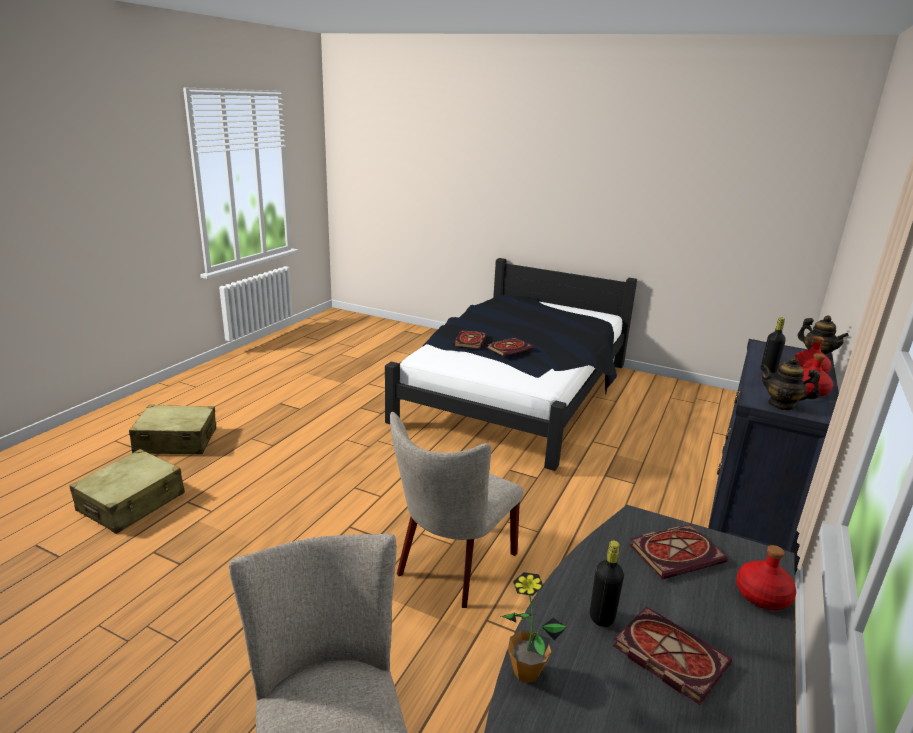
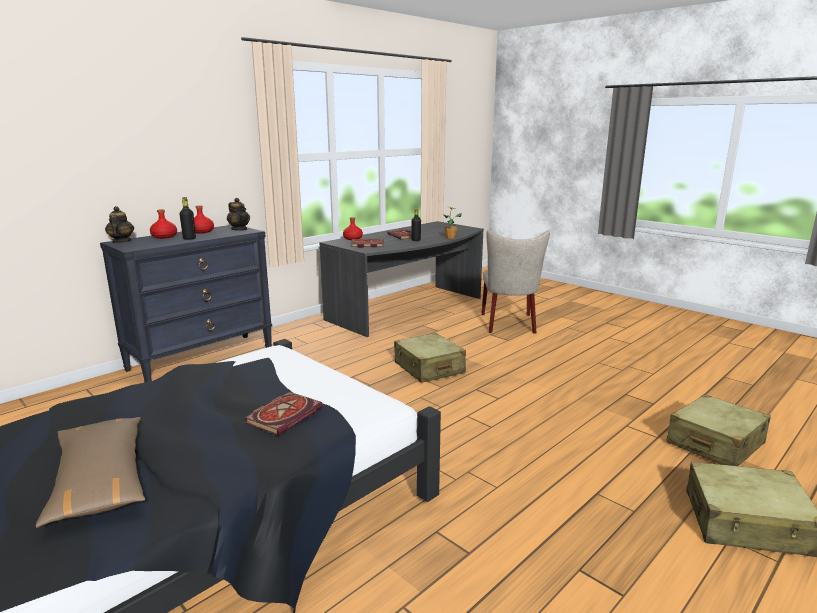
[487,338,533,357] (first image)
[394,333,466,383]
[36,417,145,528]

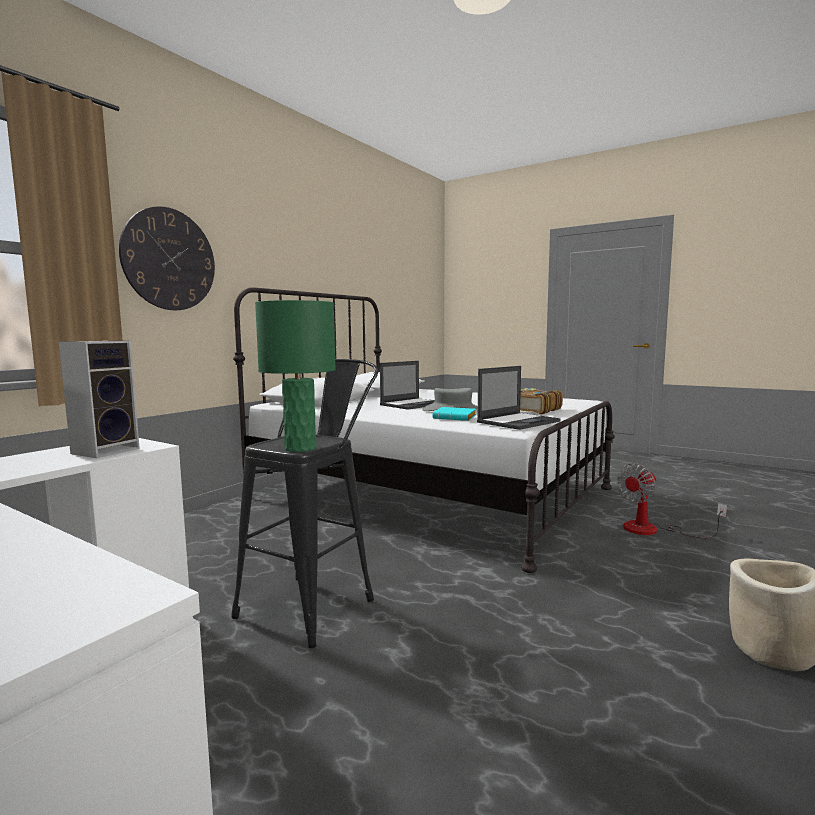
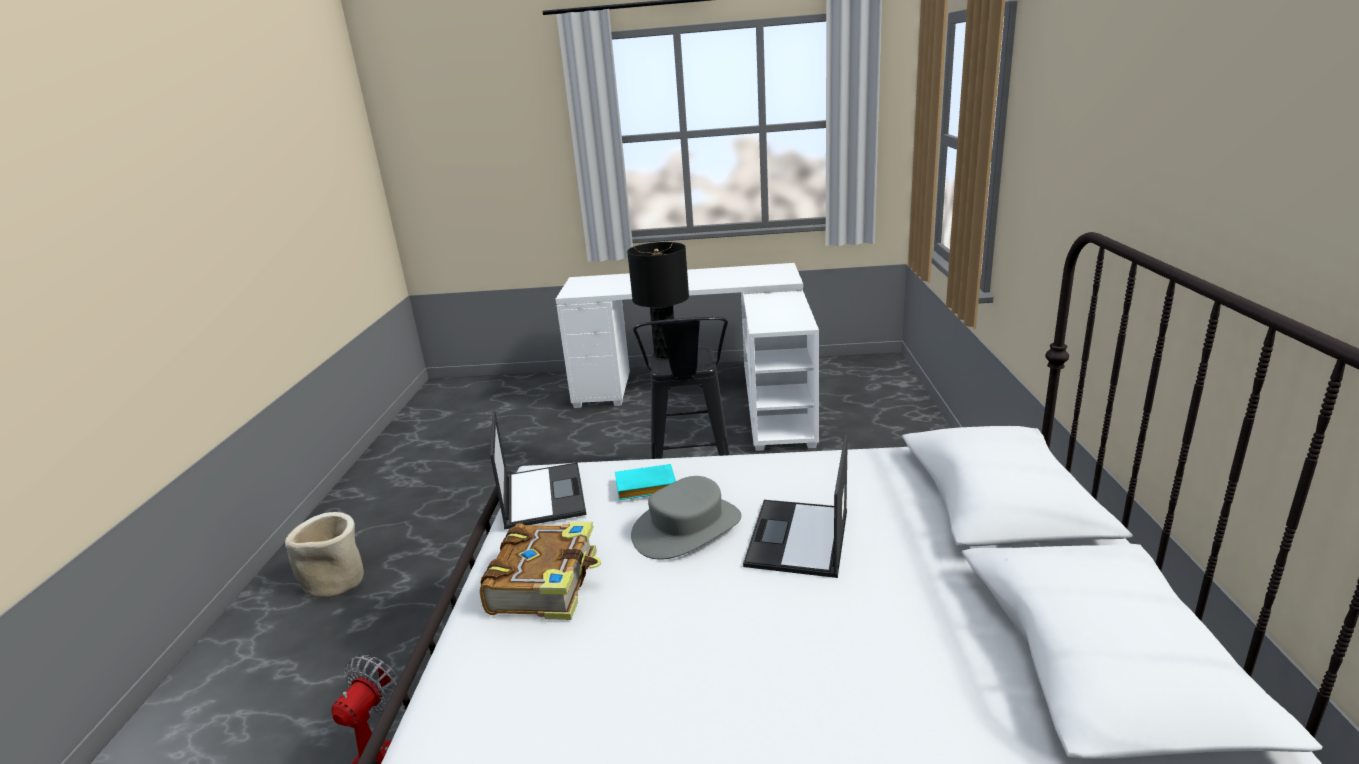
[119,206,215,310] (first image)
[627,242,689,358]
[59,341,140,458] (first image)
[490,410,587,530]

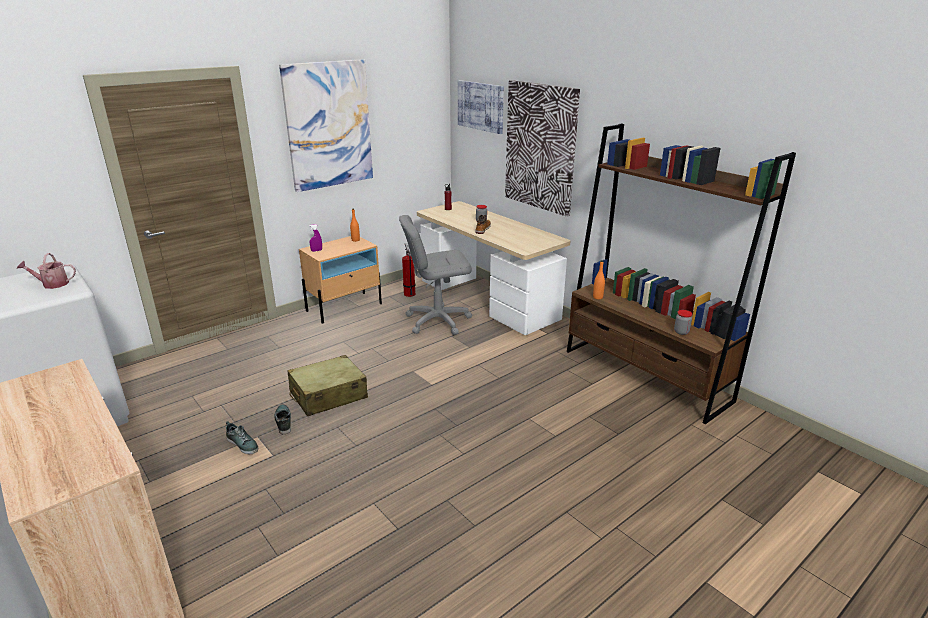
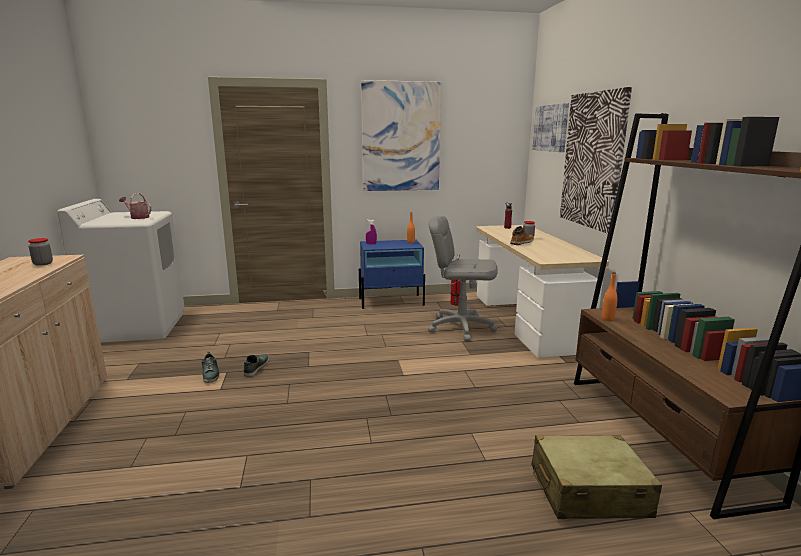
[359,240,425,309]
[28,238,53,266]
[532,435,662,519]

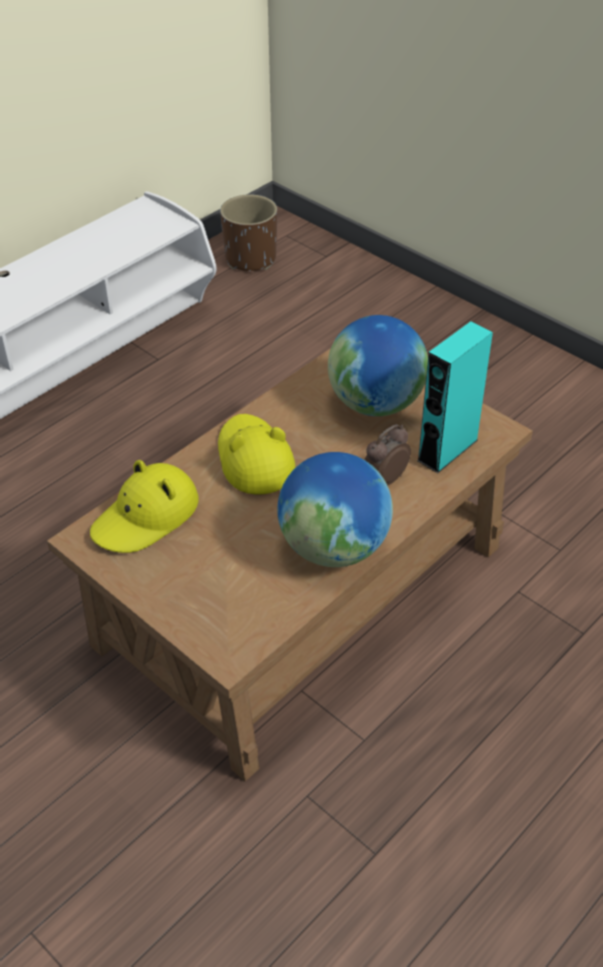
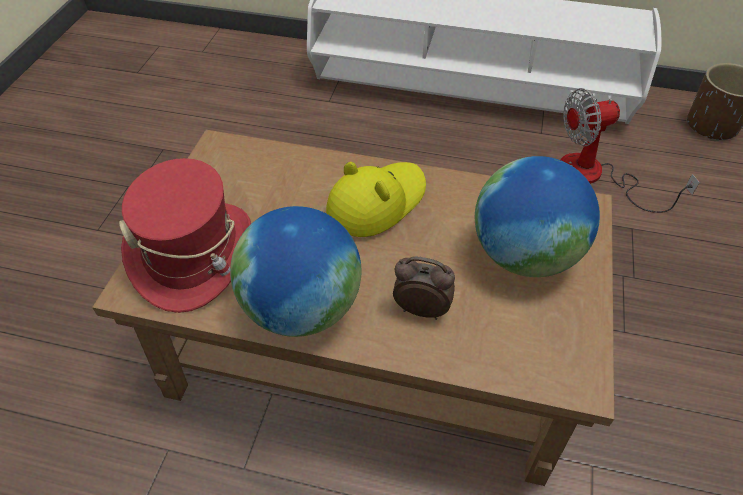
[417,321,493,473] (first image)
[90,460,198,553] (first image)
[561,88,700,213]
[119,158,251,313]

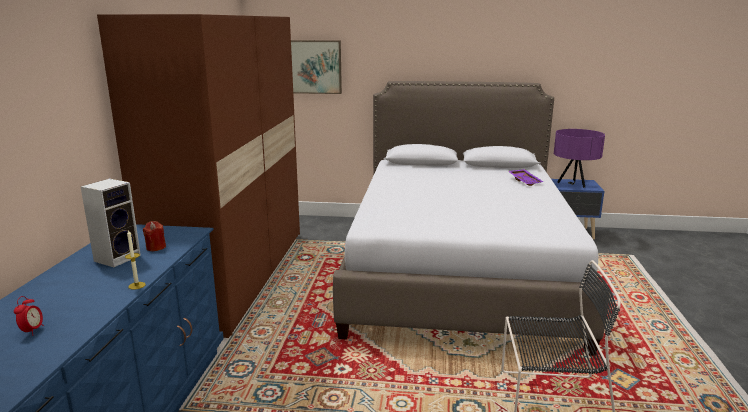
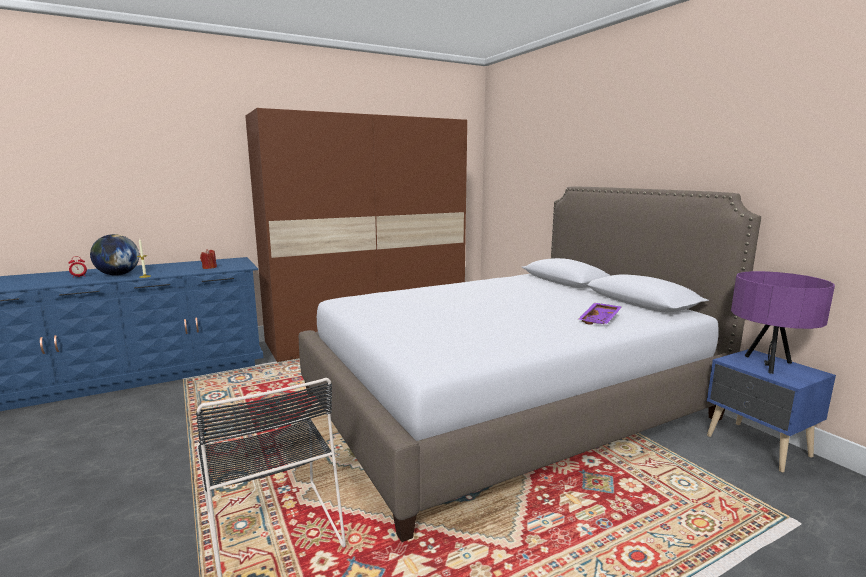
[291,40,342,94] (first image)
[80,179,141,267] (first image)
[90,234,139,276]

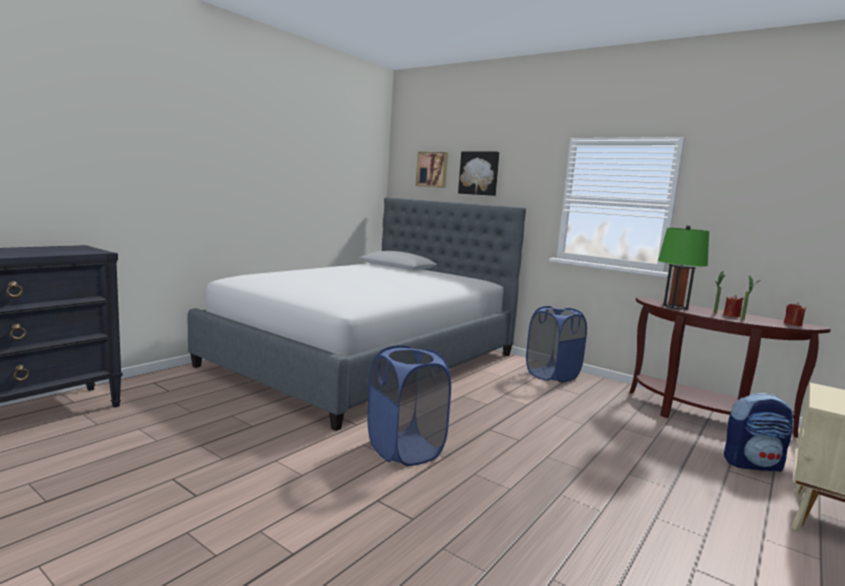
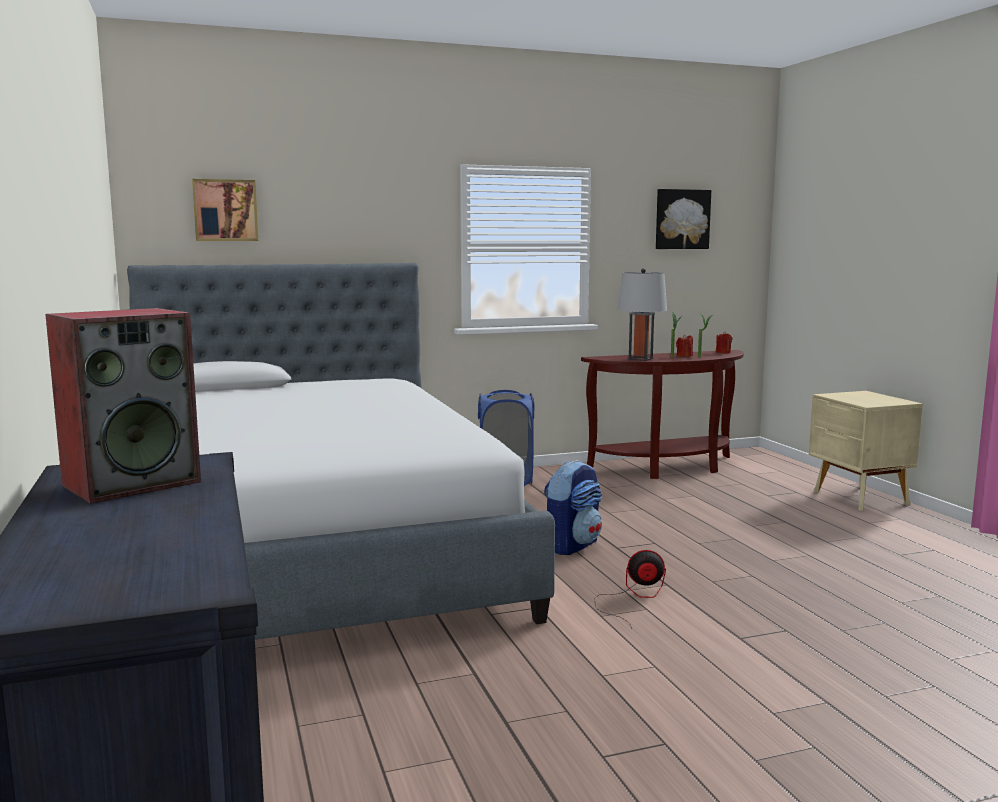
[656,189,711,249]
[617,268,667,361]
[594,550,666,630]
[544,460,602,555]
[45,308,201,504]

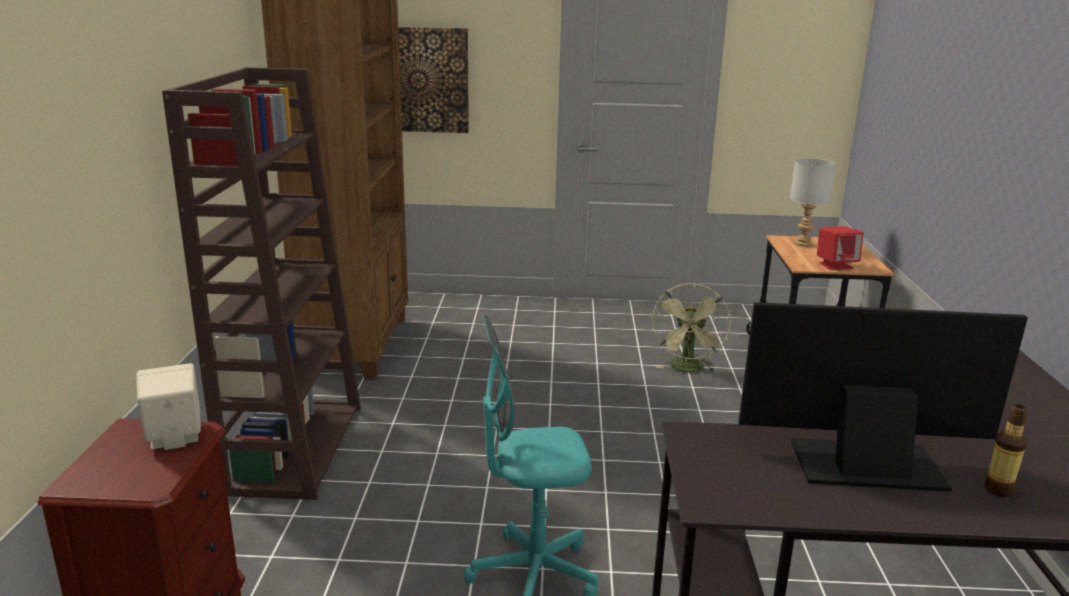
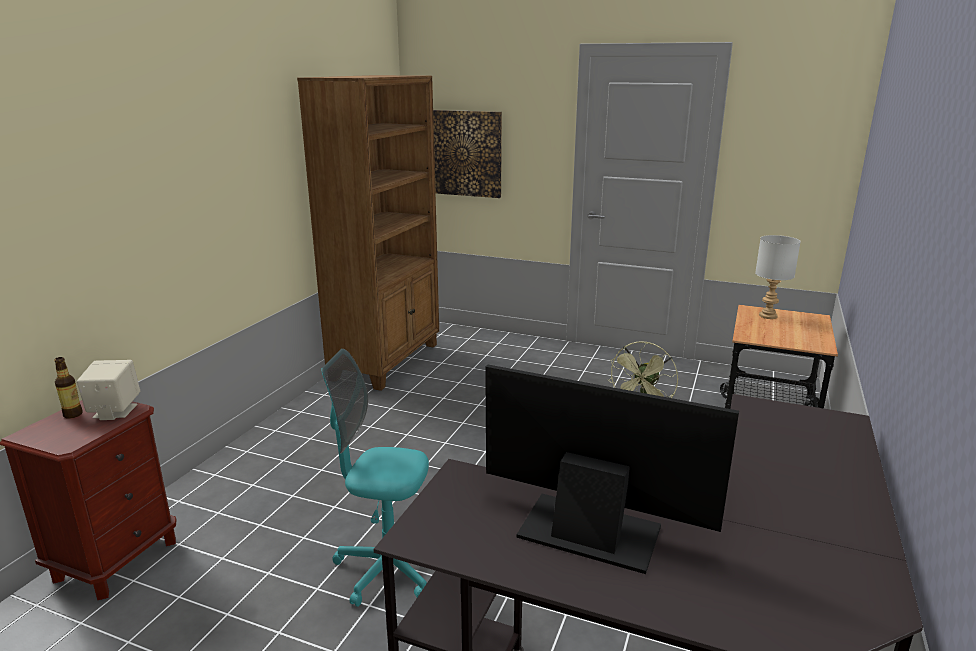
[162,67,361,500] (first image)
[817,226,864,270] (first image)
[54,357,83,418]

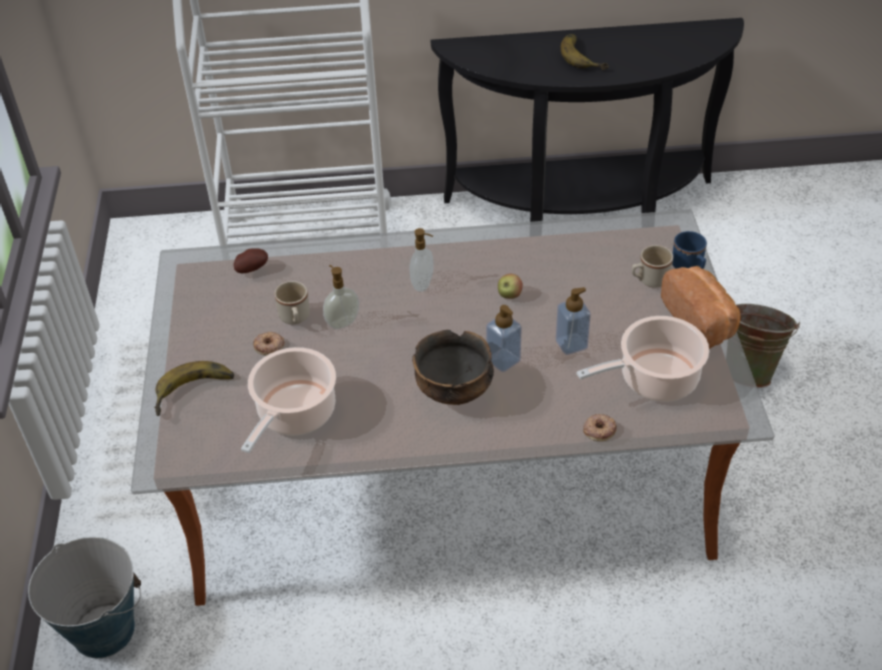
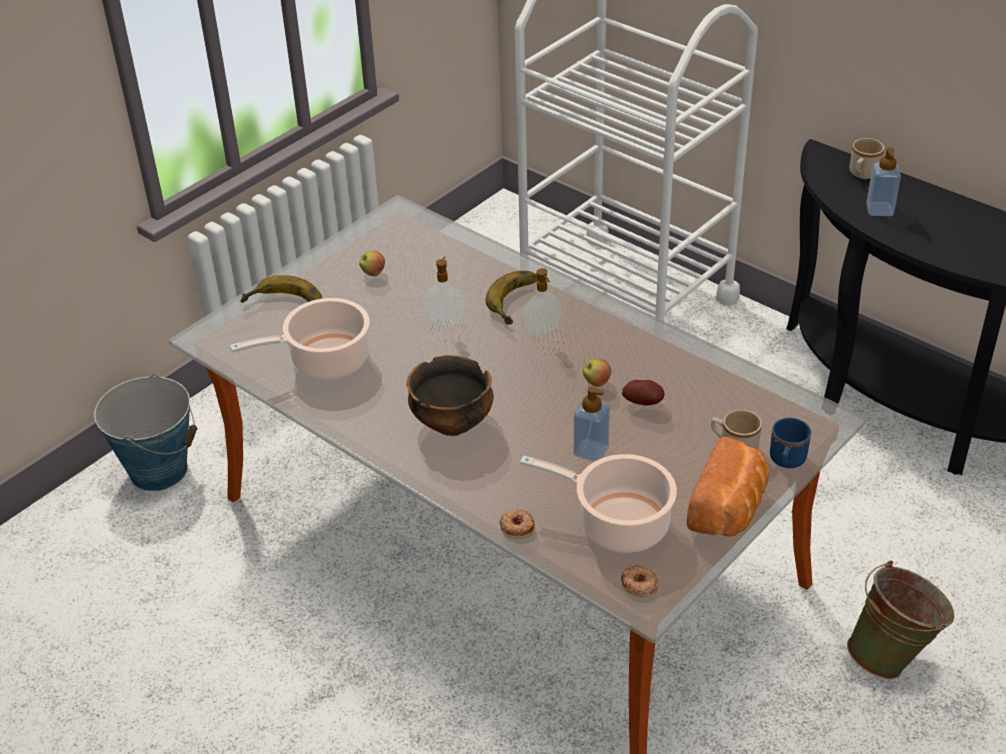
[486,271,538,325]
[622,380,664,406]
[850,138,884,179]
[866,147,901,216]
[621,565,658,597]
[359,251,385,276]

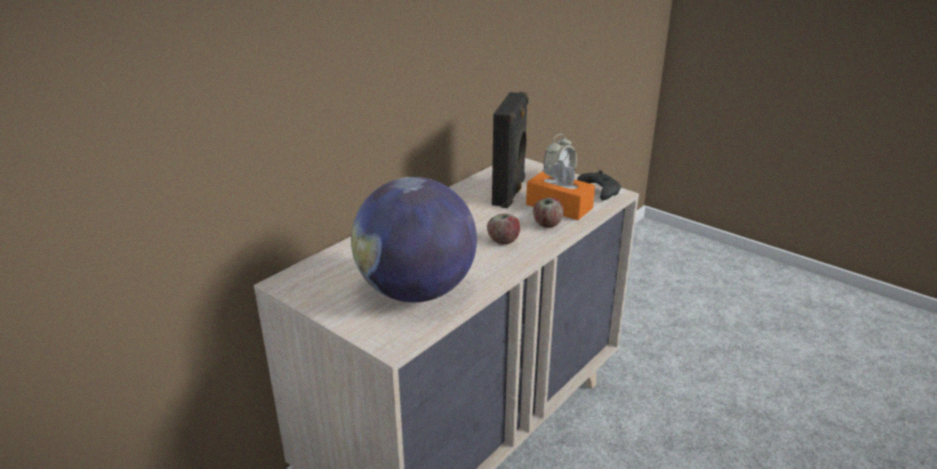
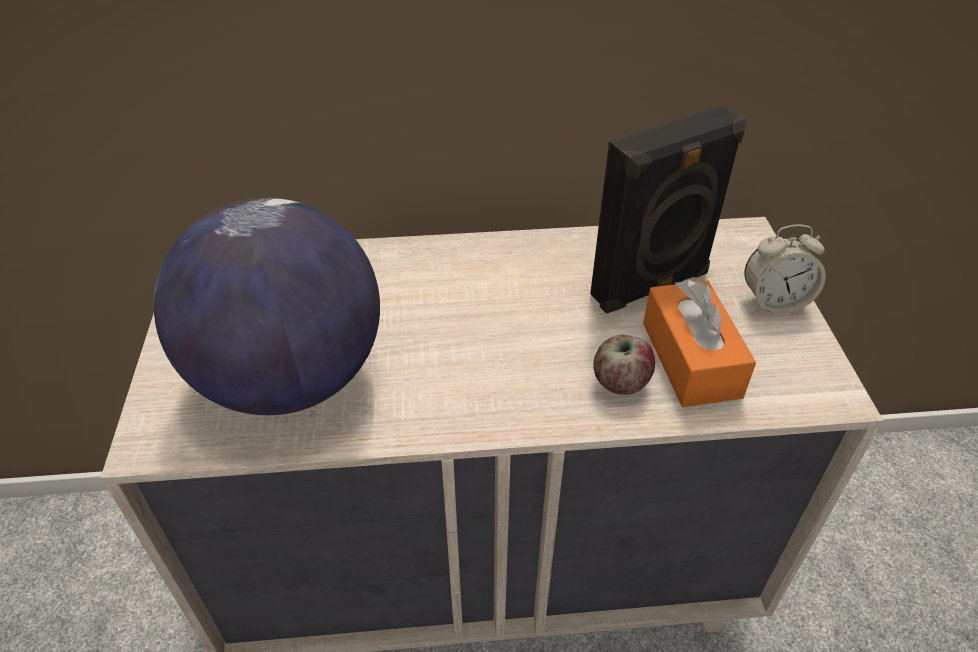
[577,170,621,200] (first image)
[487,214,520,245] (first image)

